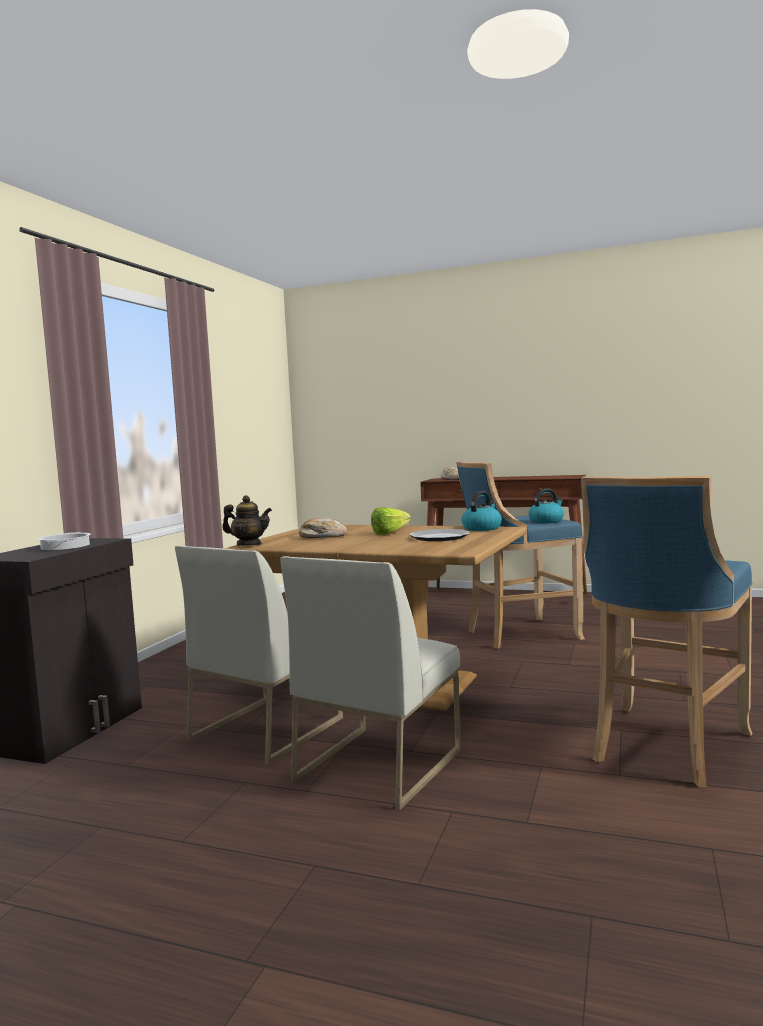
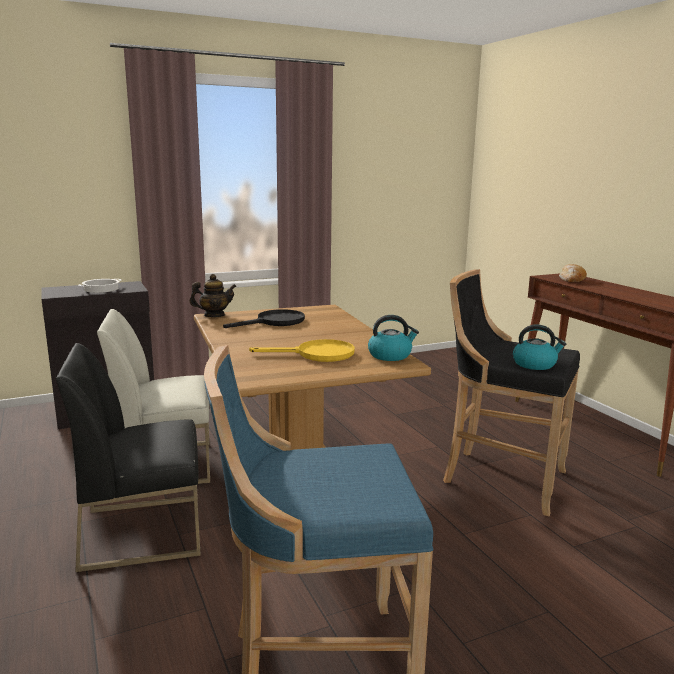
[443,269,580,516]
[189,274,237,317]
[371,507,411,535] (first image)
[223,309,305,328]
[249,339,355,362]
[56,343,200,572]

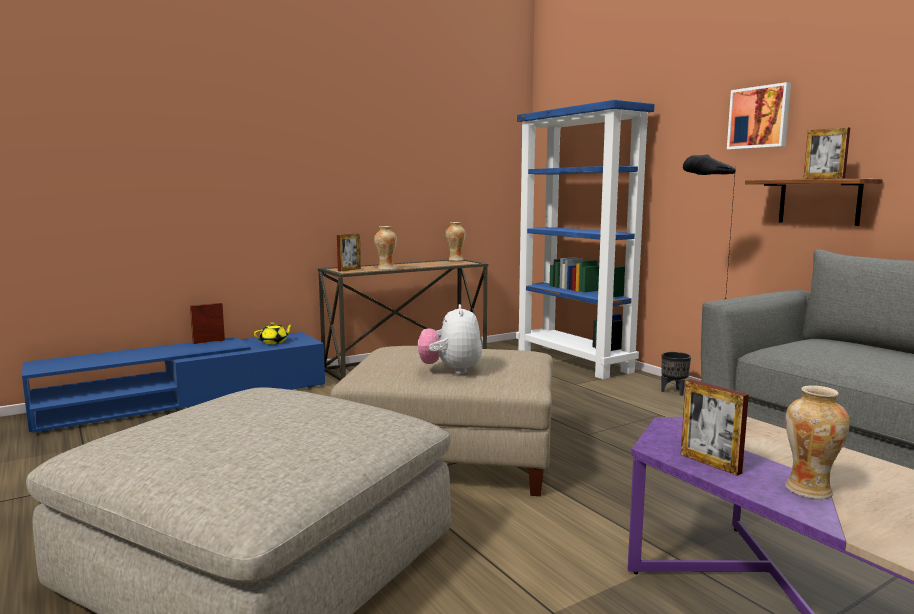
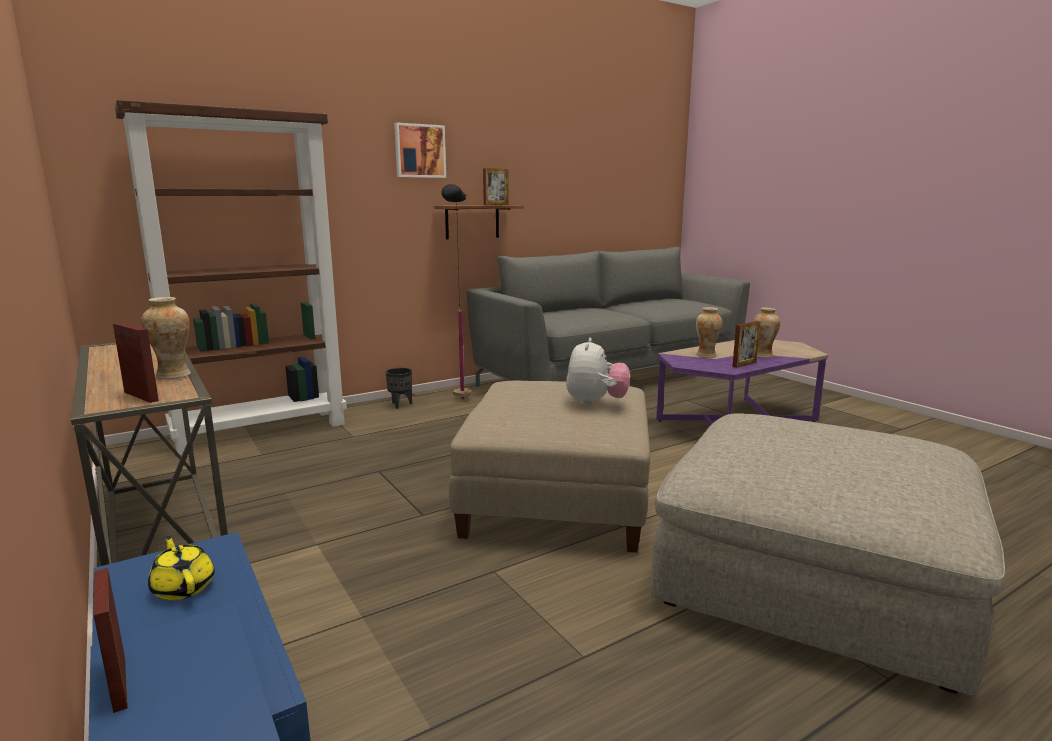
[115,100,347,455]
[696,307,723,358]
[566,338,630,406]

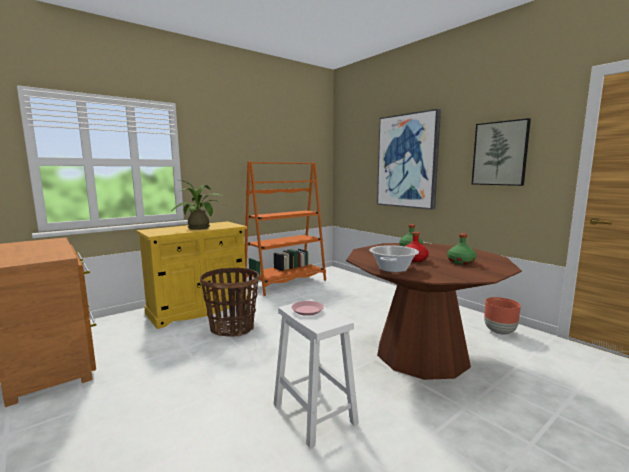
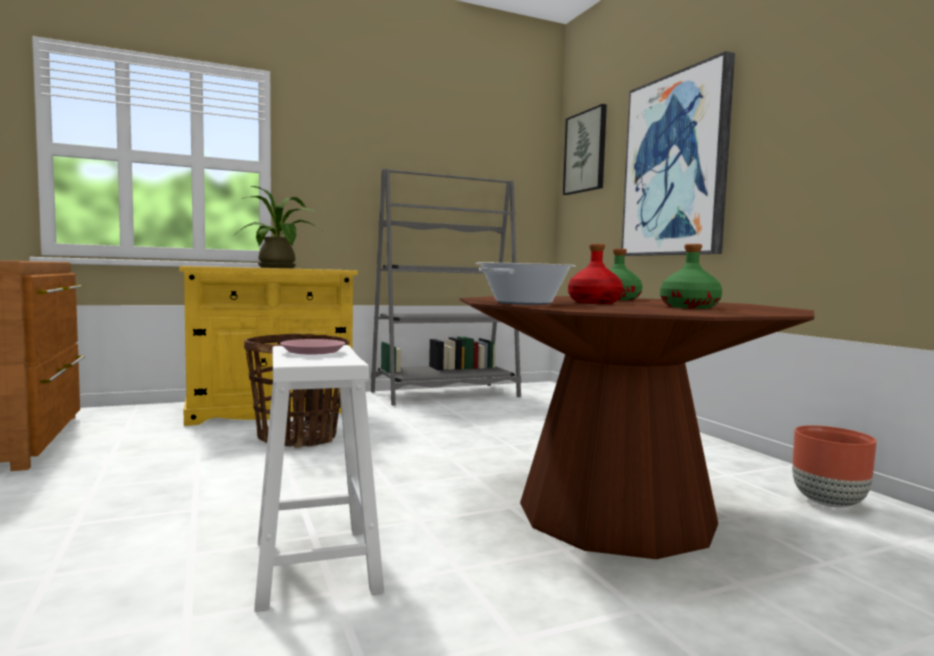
[563,104,607,195]
[371,169,521,406]

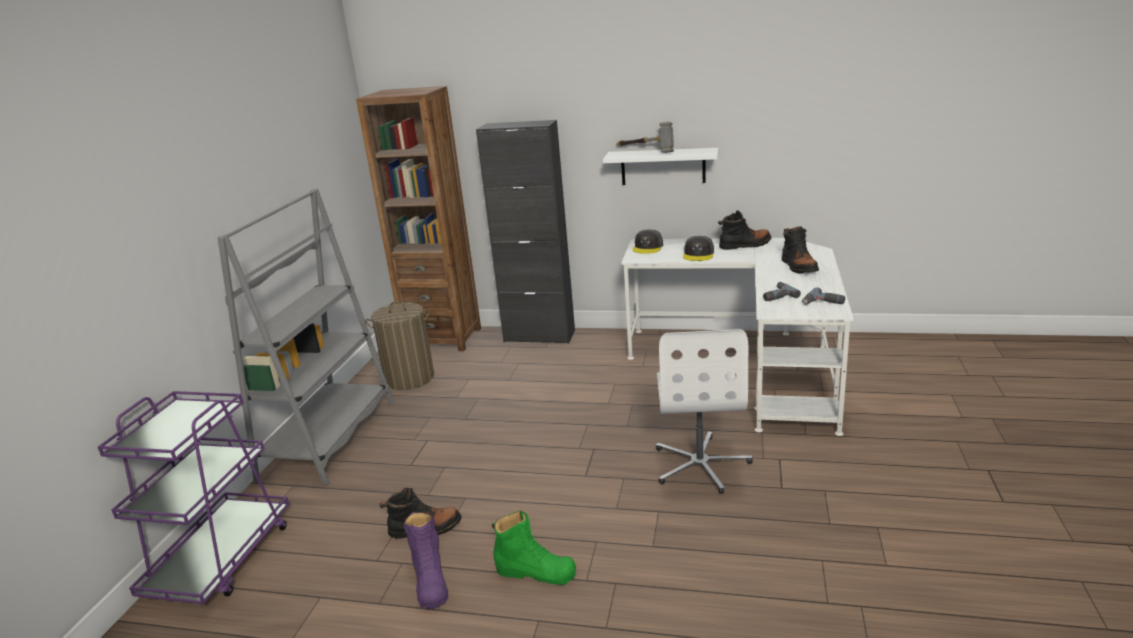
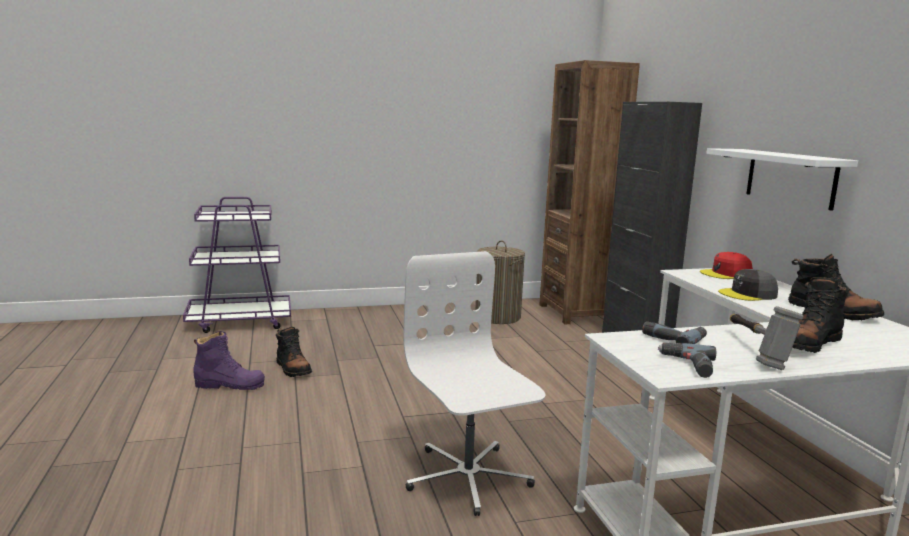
[730,306,804,370]
[218,189,394,485] (first image)
[700,252,753,279]
[403,251,546,516]
[492,511,576,585] (first image)
[193,331,265,390]

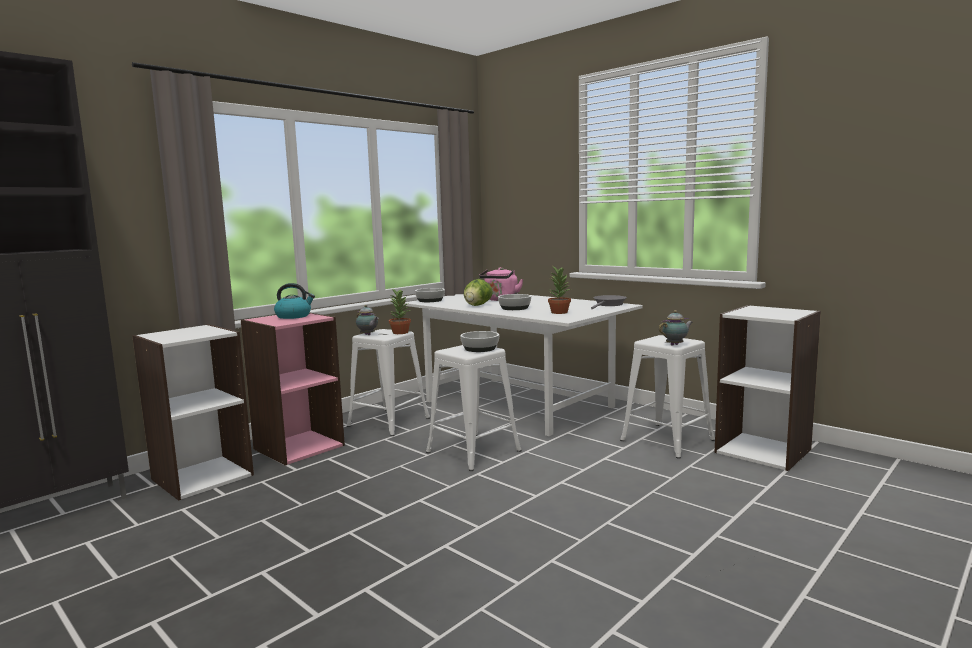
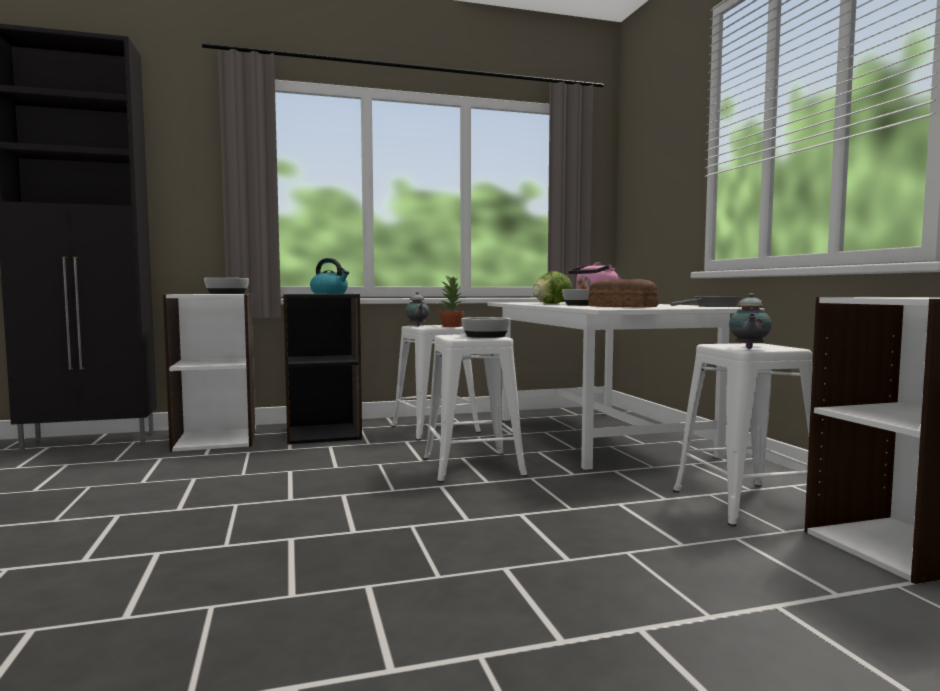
[588,279,659,308]
[204,278,249,294]
[729,293,772,349]
[283,294,362,445]

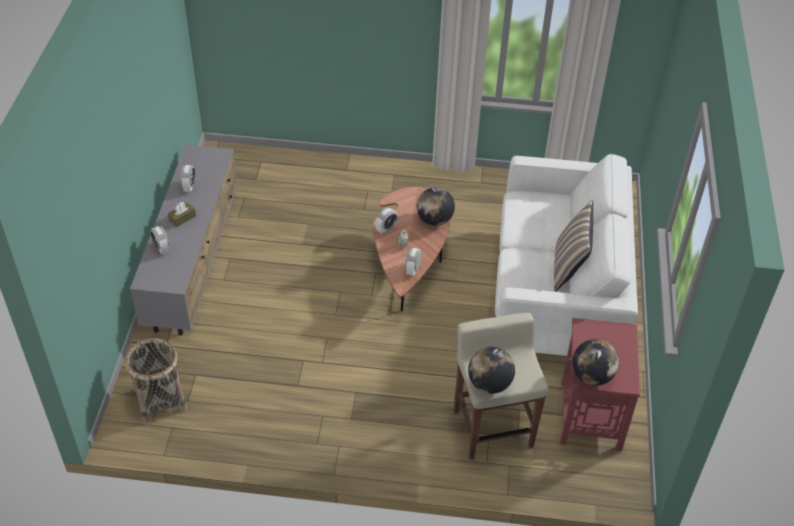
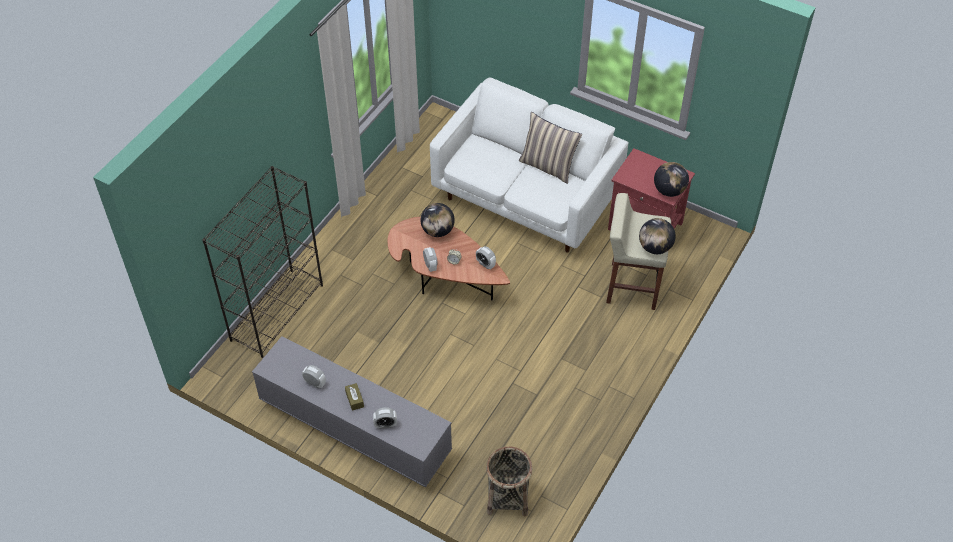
[202,166,323,358]

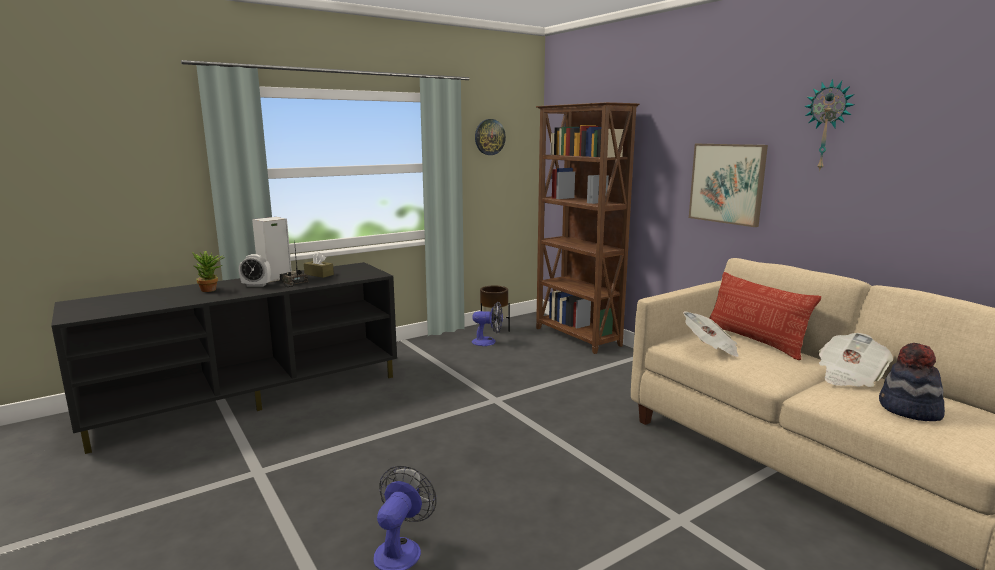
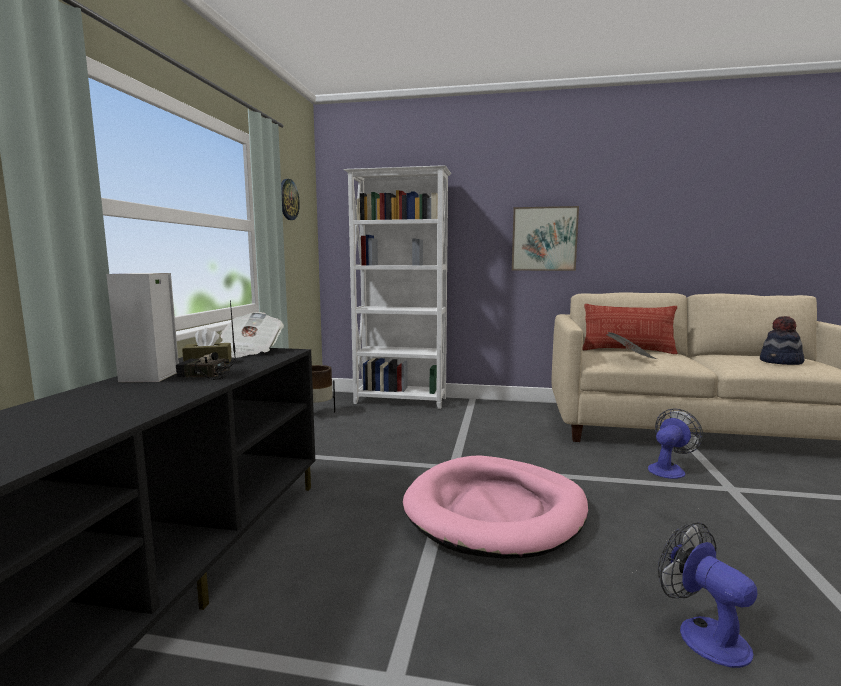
[804,79,854,172] (first image)
[343,165,451,409]
[192,251,225,292] (first image)
[239,254,271,287] (first image)
[648,409,703,479]
[220,312,284,358]
[403,455,588,559]

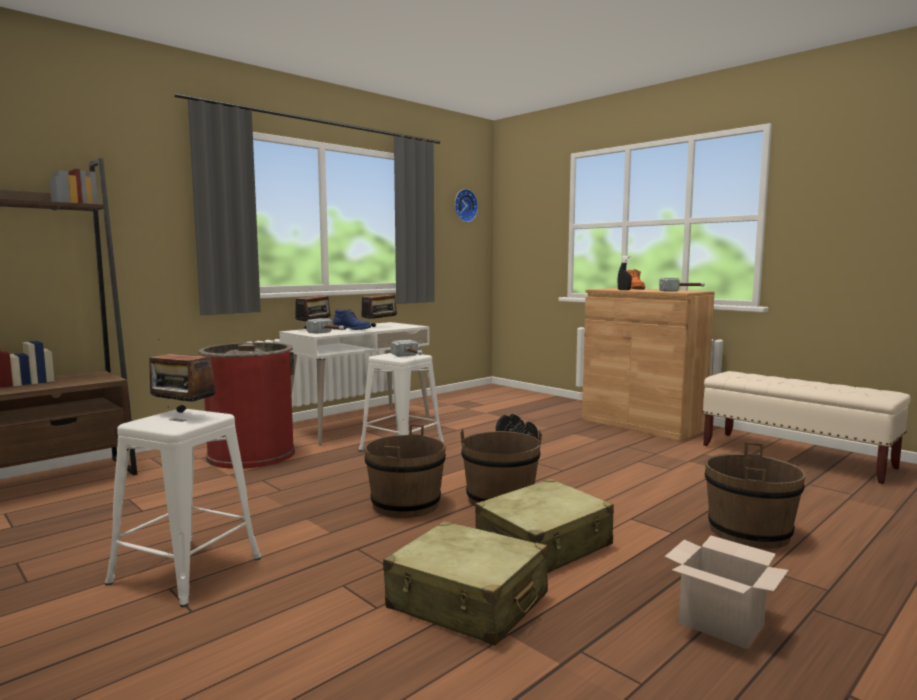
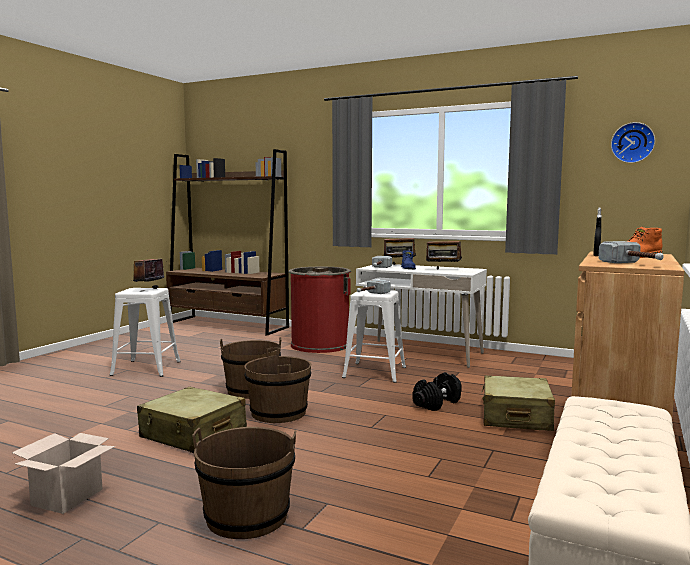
[482,375,555,431]

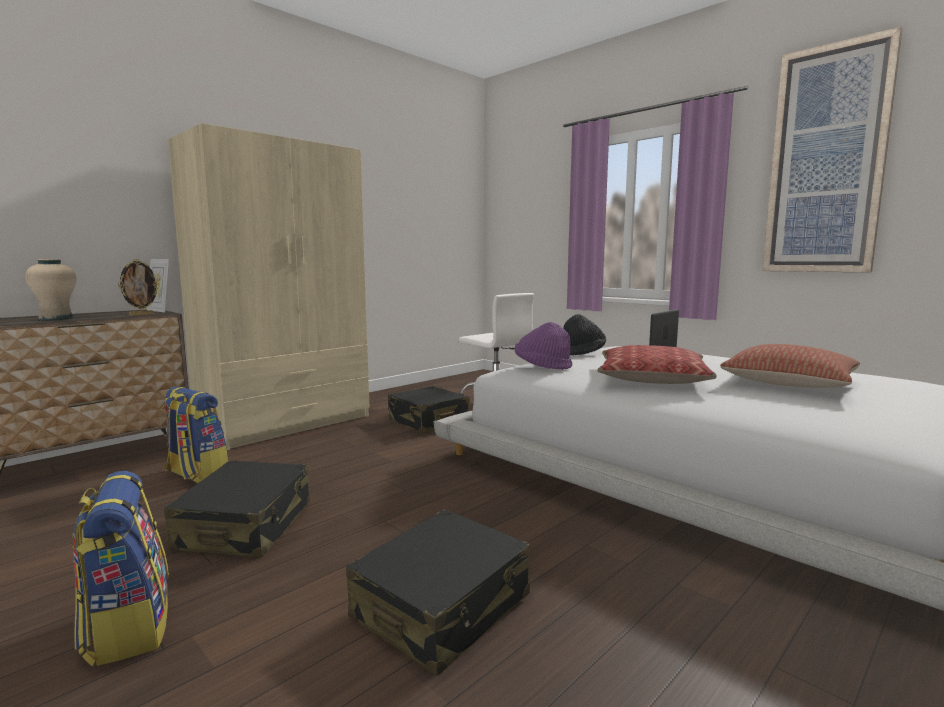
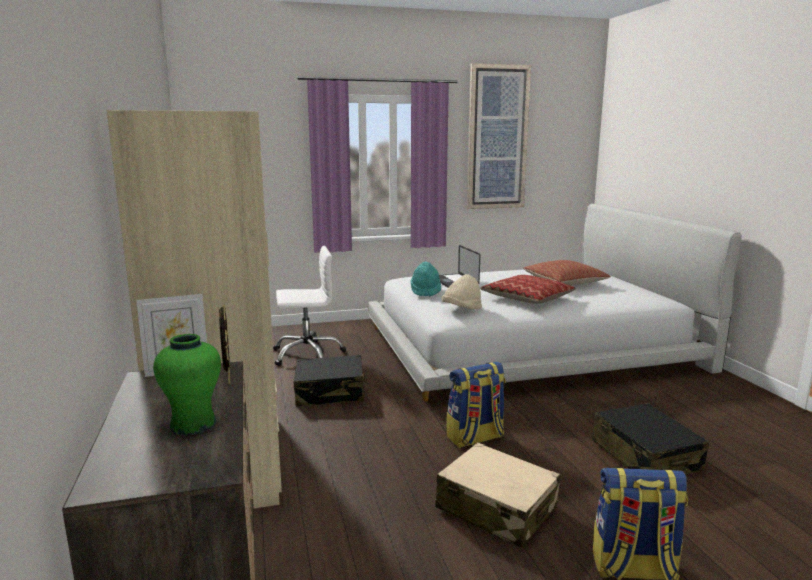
[153,334,221,435]
[411,262,441,297]
[441,274,482,310]
[446,362,506,448]
[436,443,561,548]

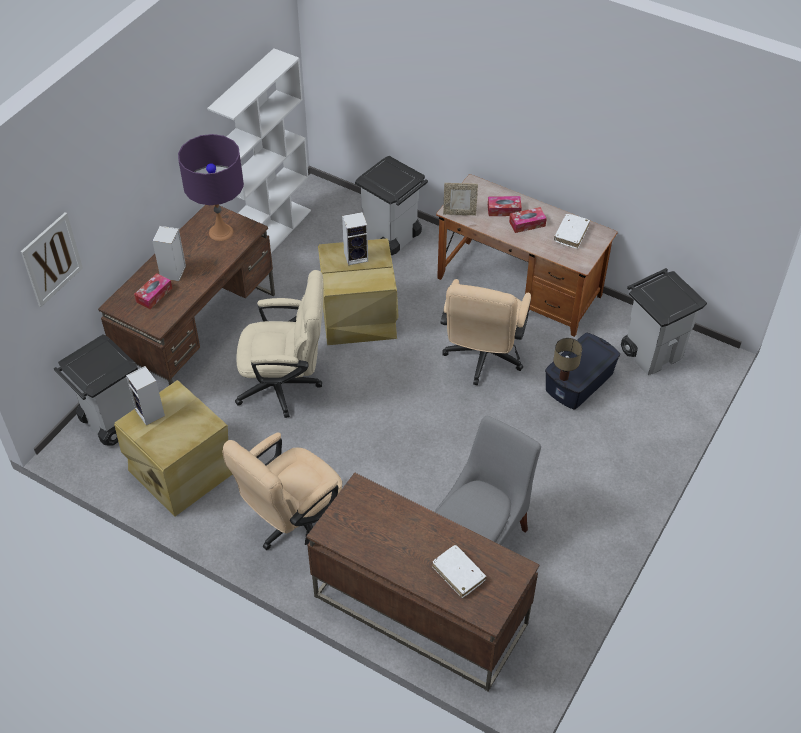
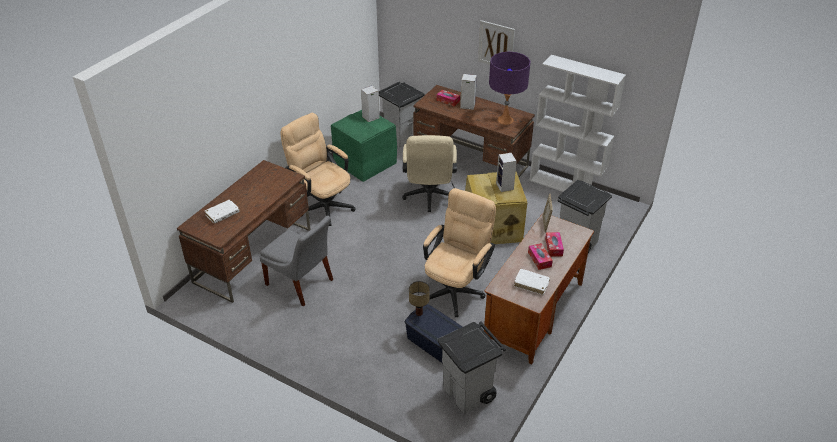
[478,20,515,65]
[423,188,496,317]
[331,110,397,182]

